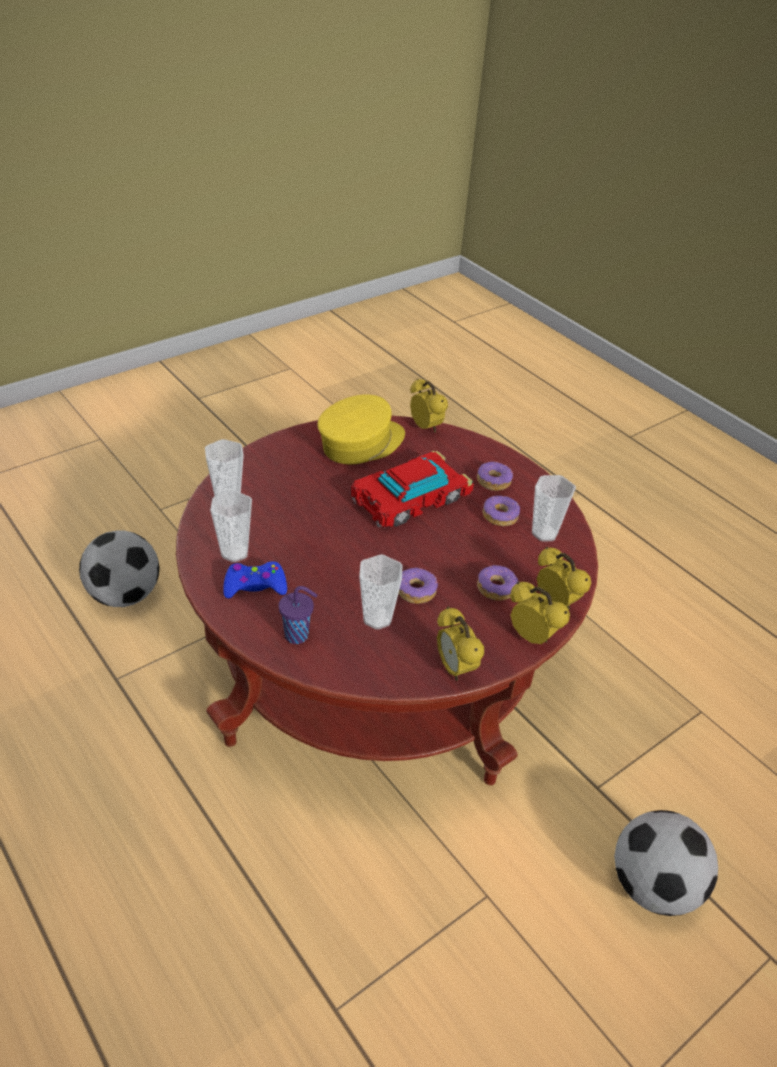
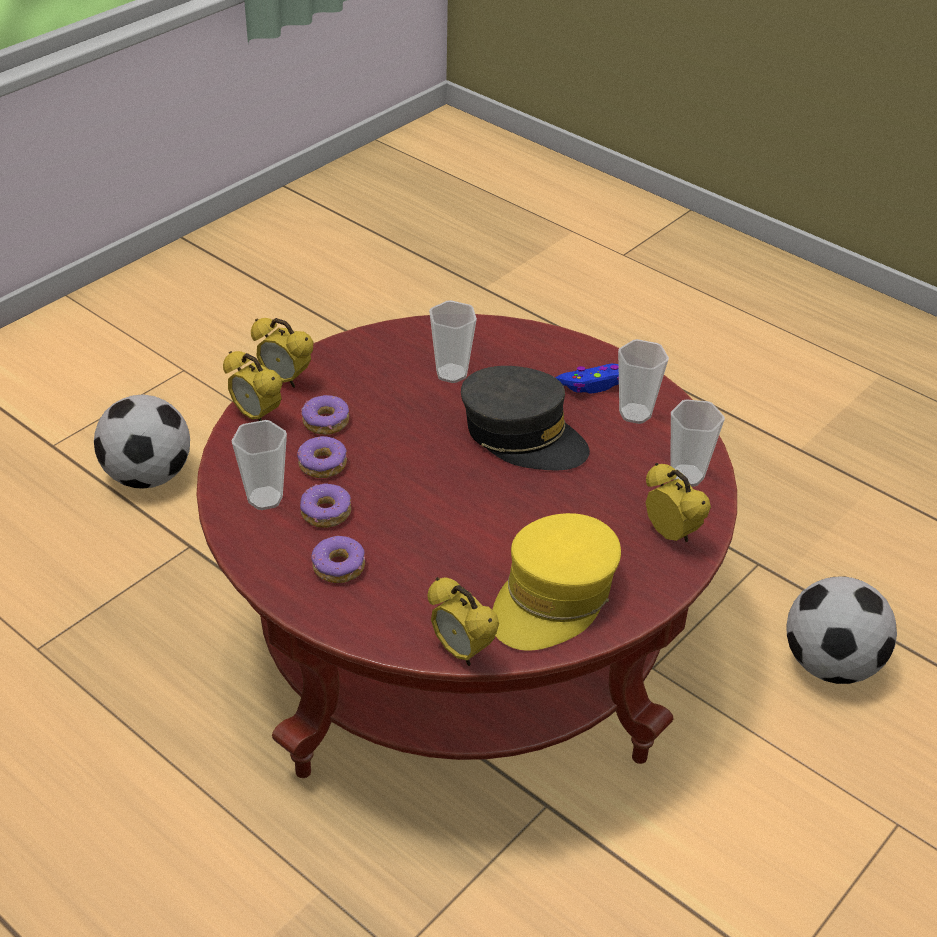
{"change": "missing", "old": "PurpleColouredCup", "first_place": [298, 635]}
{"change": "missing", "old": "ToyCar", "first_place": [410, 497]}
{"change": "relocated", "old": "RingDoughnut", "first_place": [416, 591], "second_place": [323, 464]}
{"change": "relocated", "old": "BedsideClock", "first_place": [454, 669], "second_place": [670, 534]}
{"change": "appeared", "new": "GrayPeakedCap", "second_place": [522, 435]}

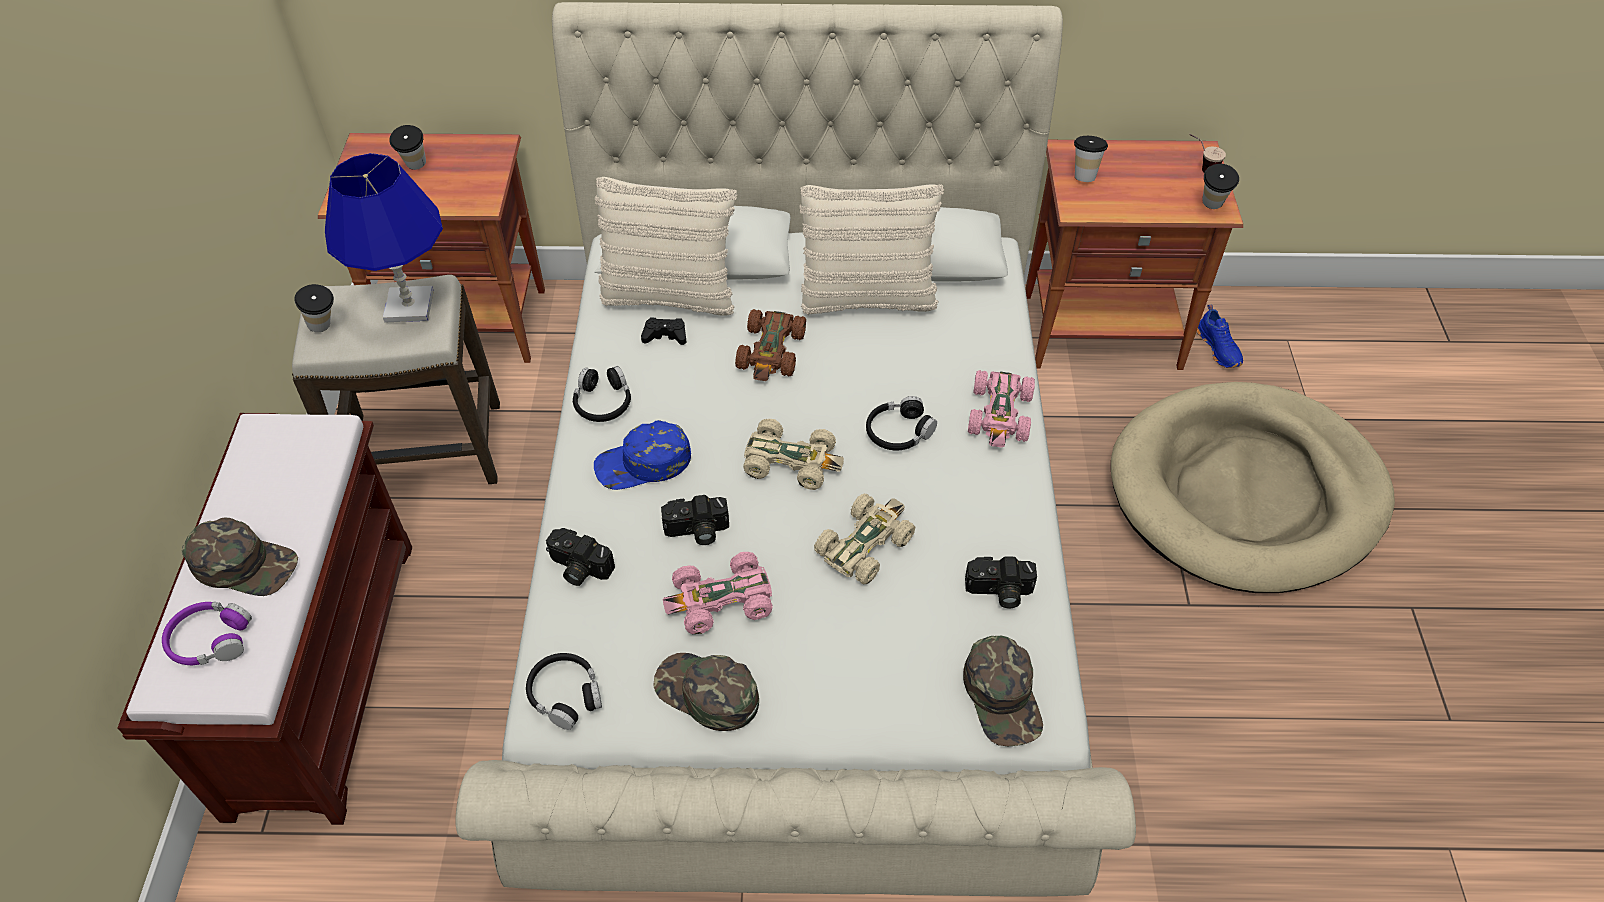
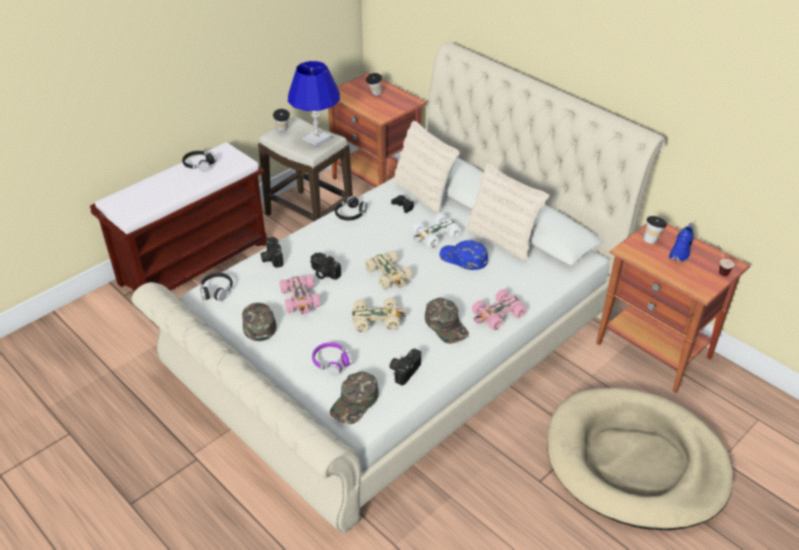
{"change": "relocated", "old": "PurpleColouredPairOfHeadphones", "first_place": [210, 640], "second_place": [331, 362]}
{"change": "relocated", "old": "GreenishPeakedCap", "first_place": [245, 564], "second_place": [446, 325]}
{"change": "relocated", "old": "BluePeakedCap", "first_place": [643, 464], "second_place": [463, 258]}
{"change": "spun", "old": "PinkishToyCar", "first_place": [720, 601], "second_place": [300, 299], "degrees": -135}
{"change": "colour", "old": "BrownishToyCar", "new": "WhiteToyCar", "first_place": [771, 352], "second_place": [435, 235]}
{"change": "relocated", "old": "BlackishPairOfHeadphones", "first_place": [899, 432], "second_place": [199, 164]}
{"change": "spun", "old": "PhotoCamera", "first_place": [999, 592], "second_place": [404, 370], "degrees": 75}
{"change": "relocated", "old": "BlueLowShoe", "first_place": [1219, 348], "second_place": [681, 252]}
{"change": "missing", "old": "Cup", "first_place": [1211, 207]}

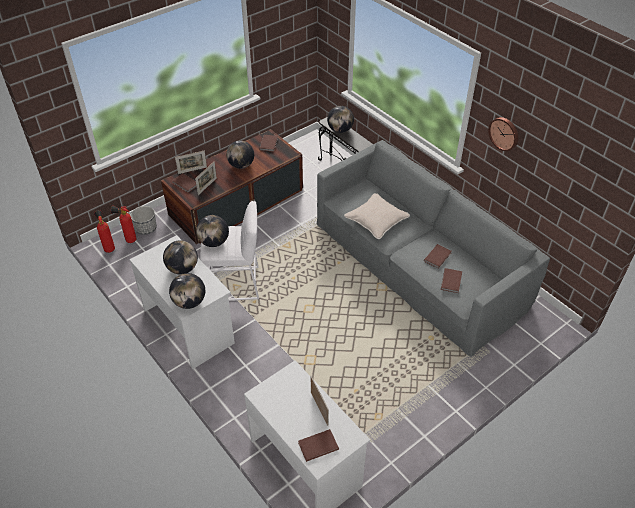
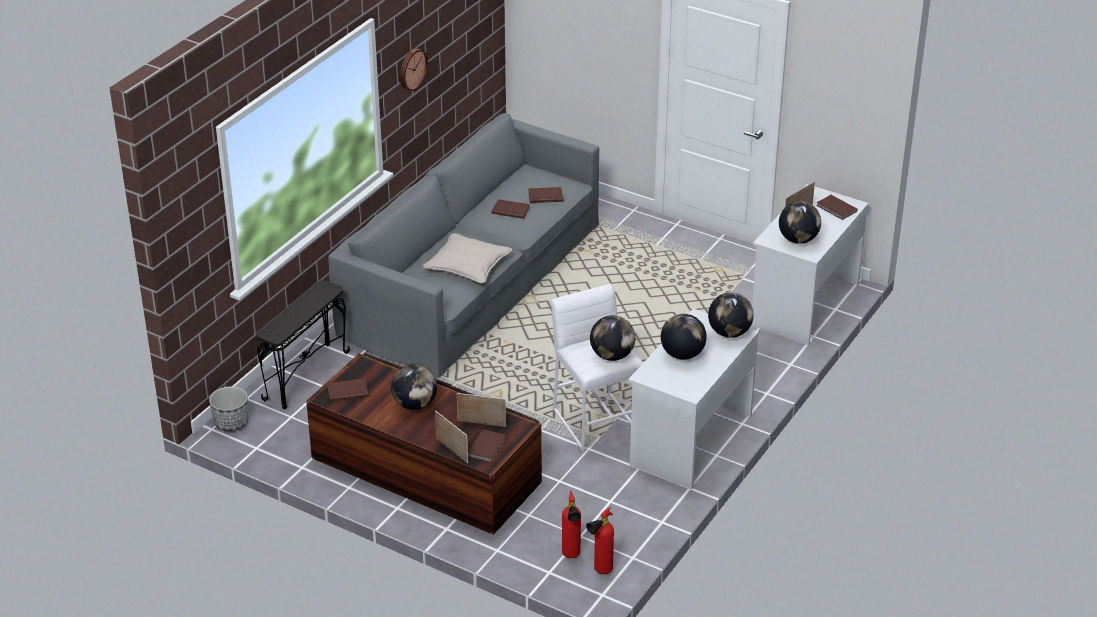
{"change": "relocated", "old": "FlowerPot", "first_place": [146, 228], "second_place": [231, 422]}
{"change": "relocated", "old": "WorldGlobe", "first_place": [340, 130], "second_place": [798, 239]}

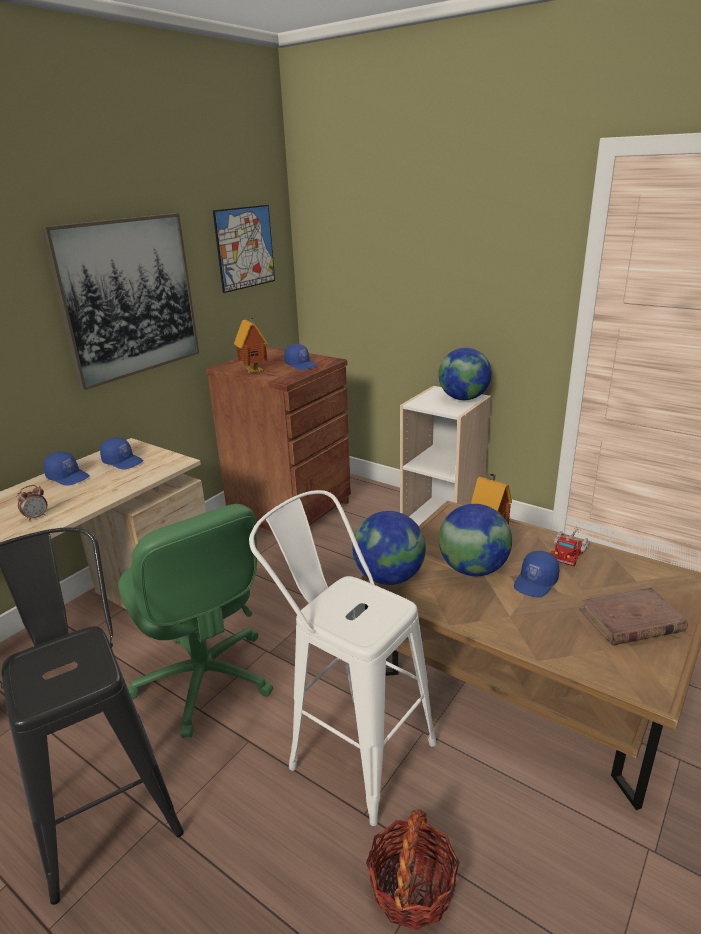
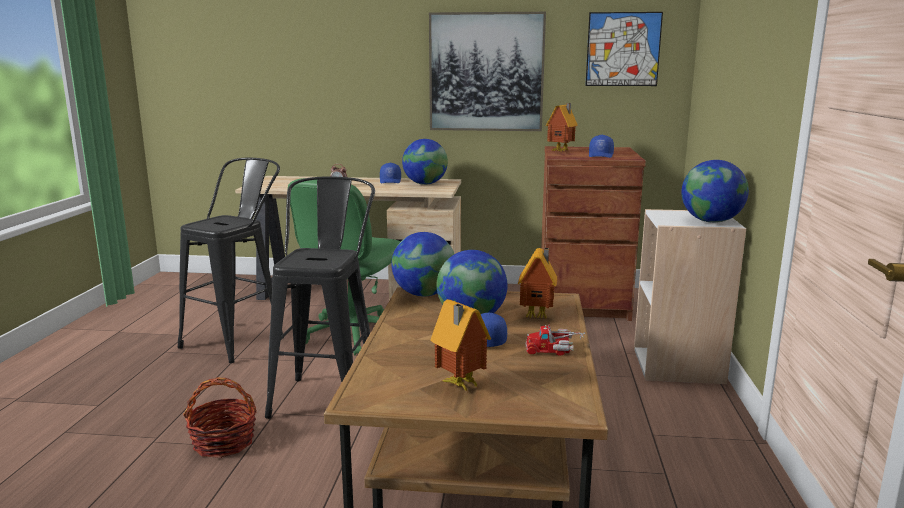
{"change": "exchanged", "old": "BluePeakedCap", "new": "WorldGlobe", "first_place": [123, 461], "second_place": [425, 184]}
{"change": "colour", "old": "WhiteStool", "new": "BlackishStool", "first_place": [351, 747], "second_place": [329, 394]}
{"change": "exchanged", "old": "BrownishBook", "new": "MiniatureHouse", "first_place": [631, 621], "second_place": [459, 385]}

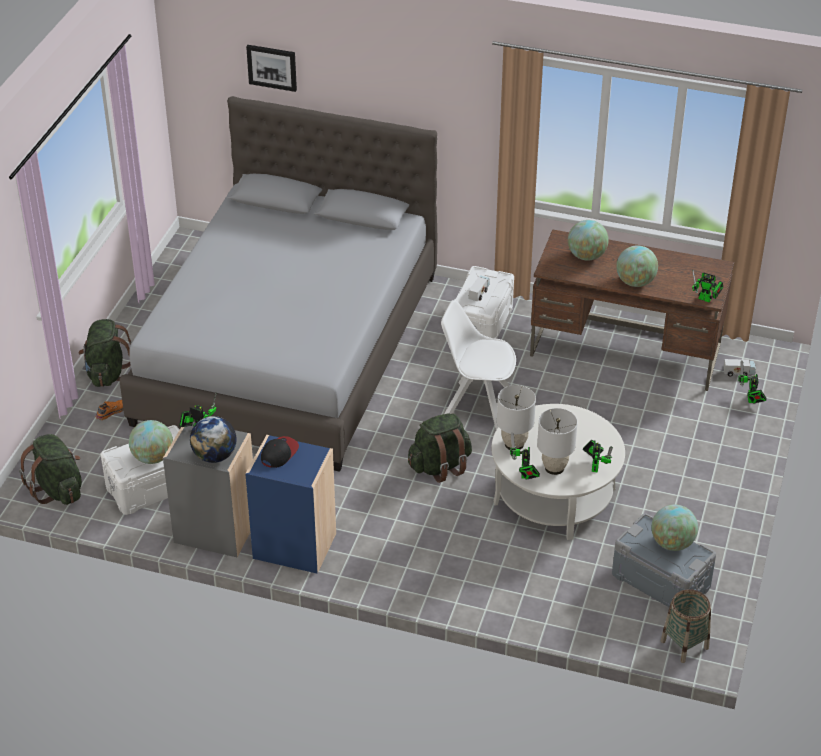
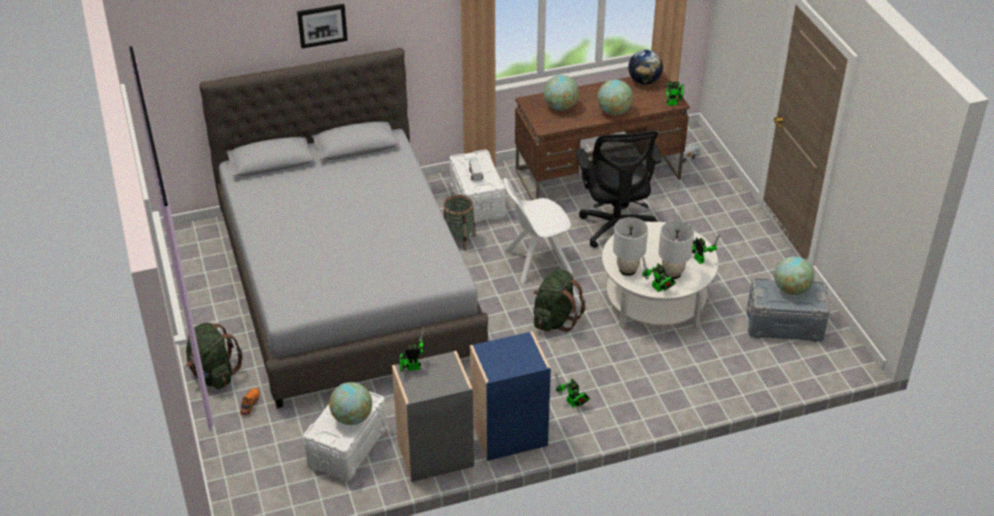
{"change": "missing", "old": "GreenishKnapsack", "first_place": [58, 490]}
{"change": "relocated", "old": "WorldGlobe", "first_place": [215, 456], "second_place": [644, 81]}
{"change": "relocated", "old": "WallPicture", "first_place": [272, 67], "second_place": [322, 25]}
{"change": "missing", "old": "PeakedCap", "first_place": [279, 453]}
{"change": "relocated", "old": "Basket", "first_place": [684, 644], "second_place": [459, 239]}
{"change": "relocated", "old": "ToyRobot", "first_place": [750, 400], "second_place": [573, 404]}
{"change": "appeared", "new": "BlackishOfficeChair", "second_place": [614, 225]}

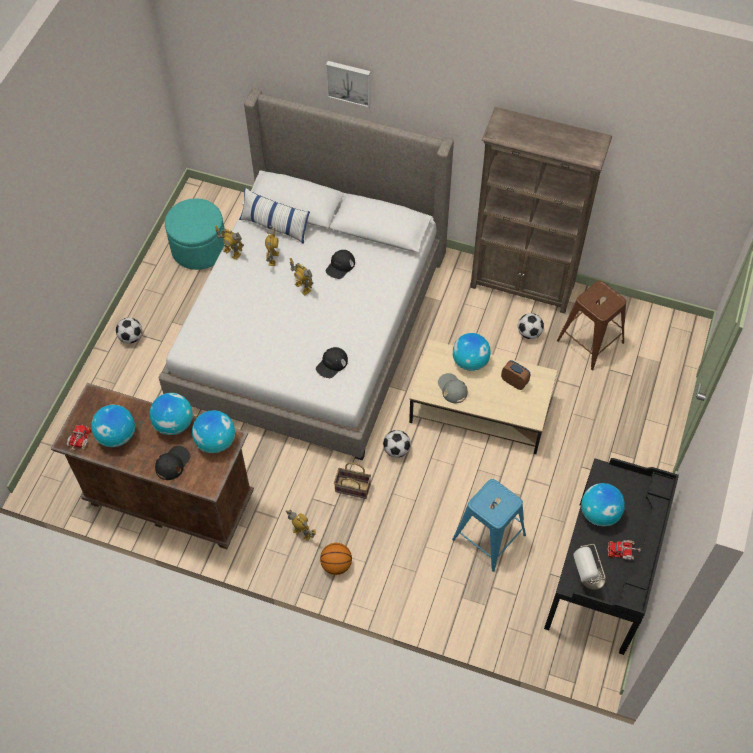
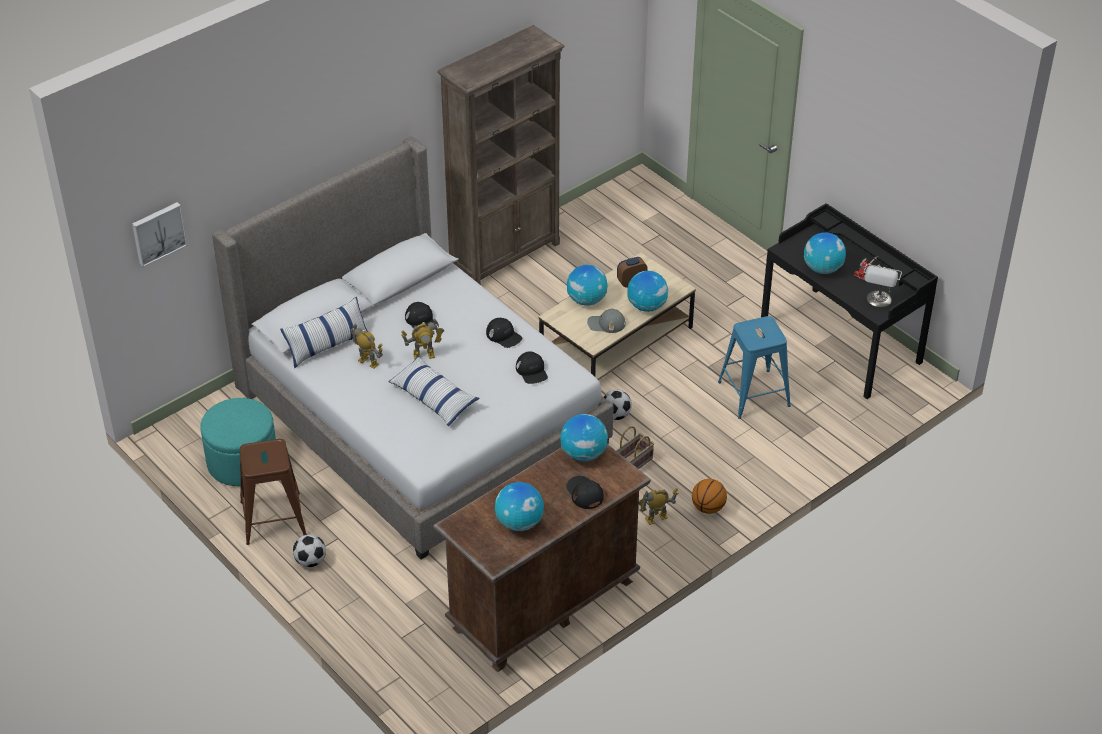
{"change": "missing", "old": "ModelTruck", "first_place": [79, 441]}
{"change": "relocated", "old": "WorldGlobe", "first_place": [174, 424], "second_place": [646, 306]}
{"change": "missing", "old": "ToyRobot", "first_place": [232, 253]}
{"change": "relocated", "old": "WallPicture", "first_place": [349, 82], "second_place": [158, 233]}
{"change": "missing", "old": "FootballBall", "first_place": [529, 333]}
{"change": "relocated", "old": "BrownishStool", "first_place": [590, 342], "second_place": [273, 518]}
{"change": "appeared", "new": "Pillow", "second_place": [433, 398]}
{"change": "appeared", "new": "BlackishPeakedCap", "second_place": [504, 336]}

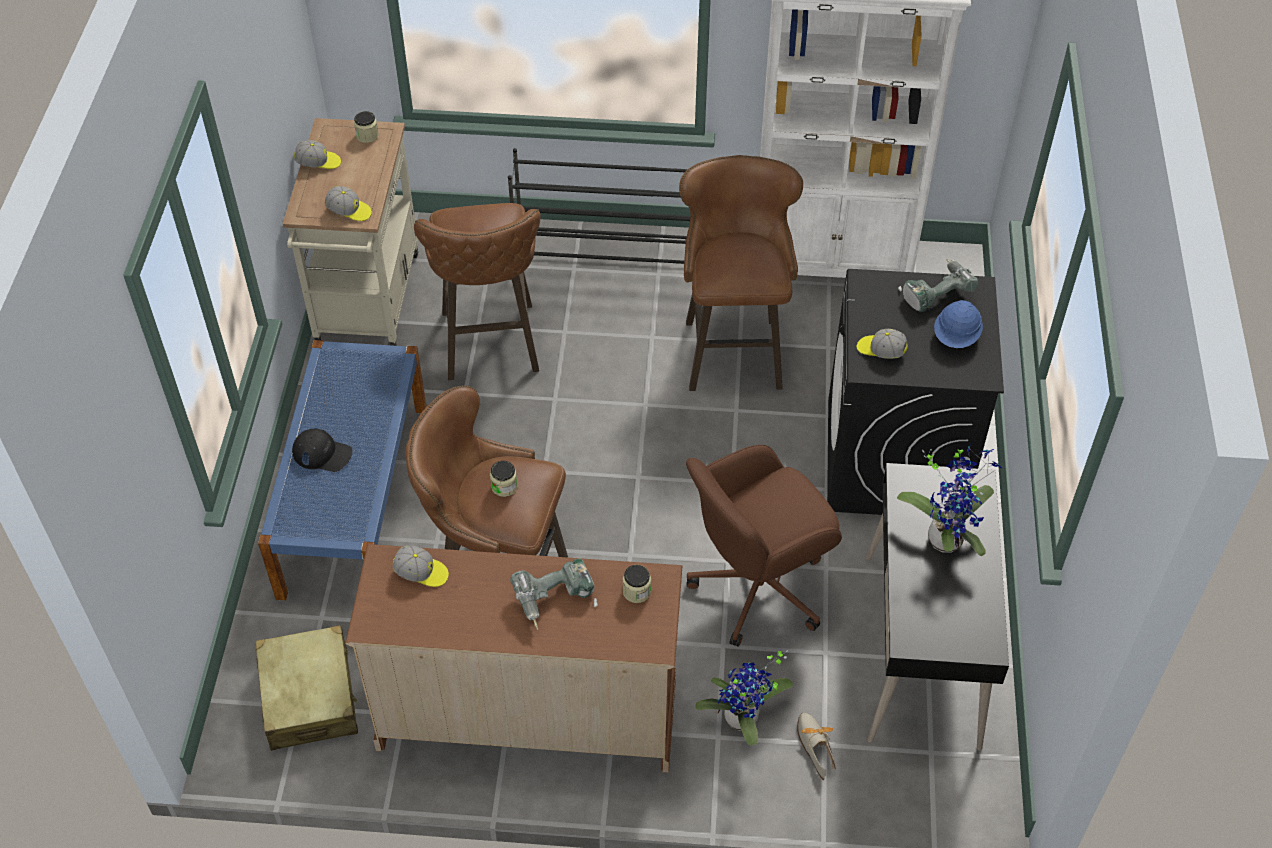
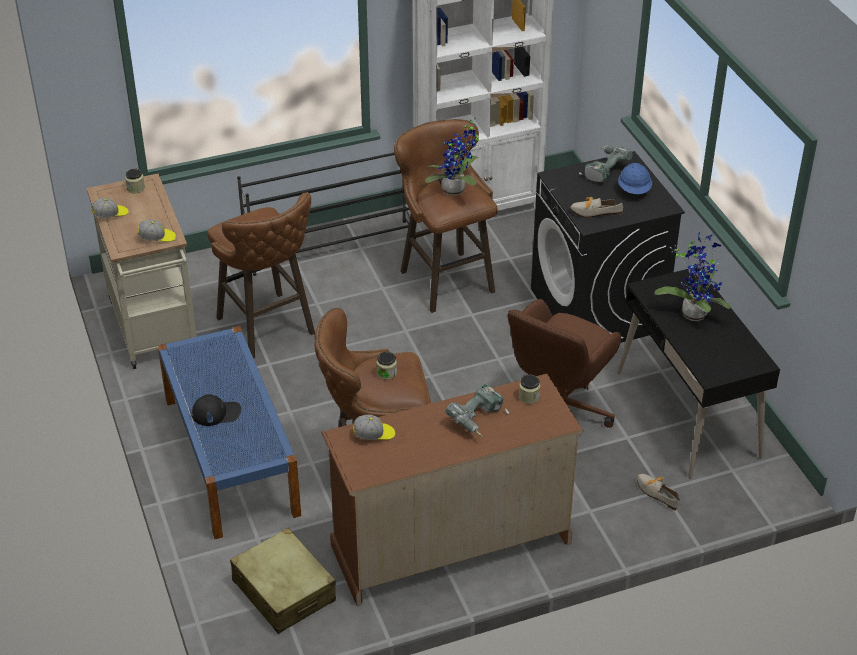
{"change": "relocated", "old": "PlantInAPot", "first_place": [743, 721], "second_place": [456, 191]}
{"change": "exchanged", "old": "PeakedCap", "new": "LowShoe", "first_place": [881, 351], "second_place": [592, 212]}

